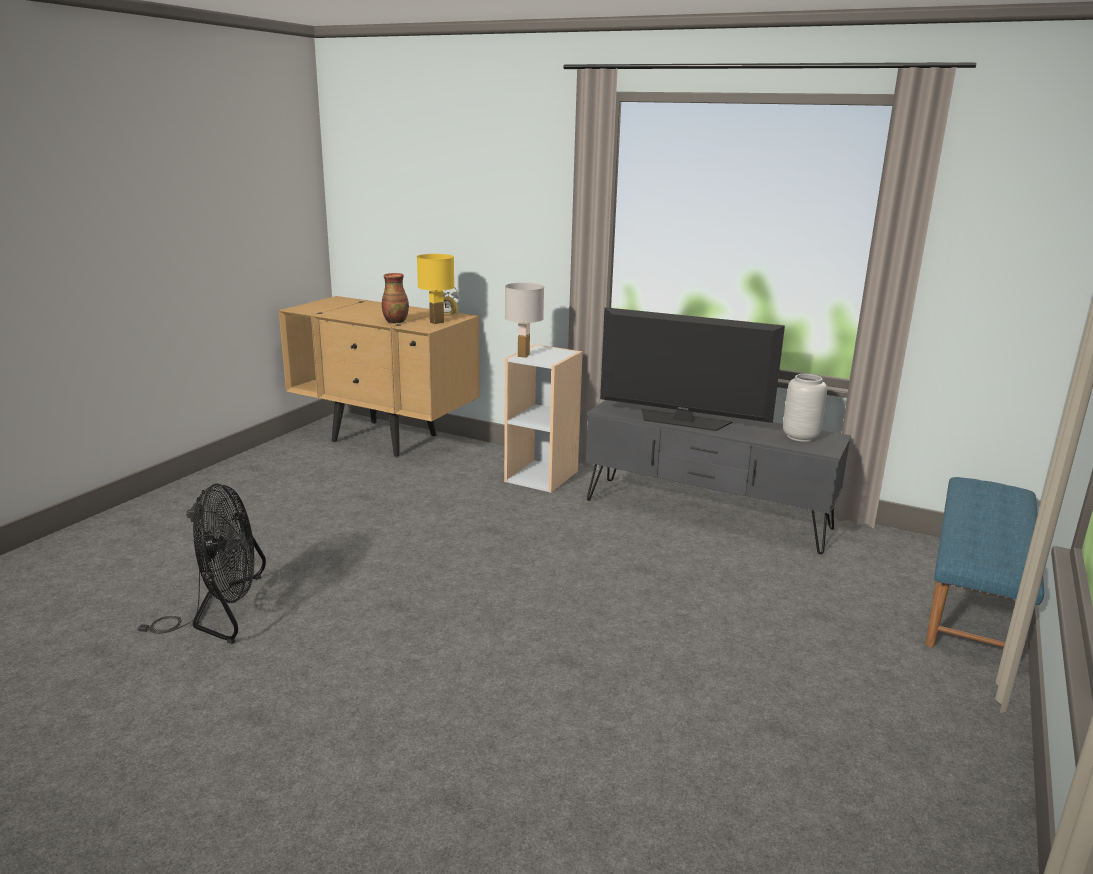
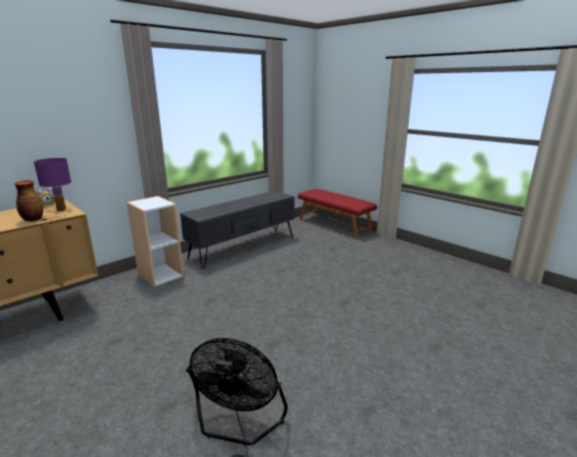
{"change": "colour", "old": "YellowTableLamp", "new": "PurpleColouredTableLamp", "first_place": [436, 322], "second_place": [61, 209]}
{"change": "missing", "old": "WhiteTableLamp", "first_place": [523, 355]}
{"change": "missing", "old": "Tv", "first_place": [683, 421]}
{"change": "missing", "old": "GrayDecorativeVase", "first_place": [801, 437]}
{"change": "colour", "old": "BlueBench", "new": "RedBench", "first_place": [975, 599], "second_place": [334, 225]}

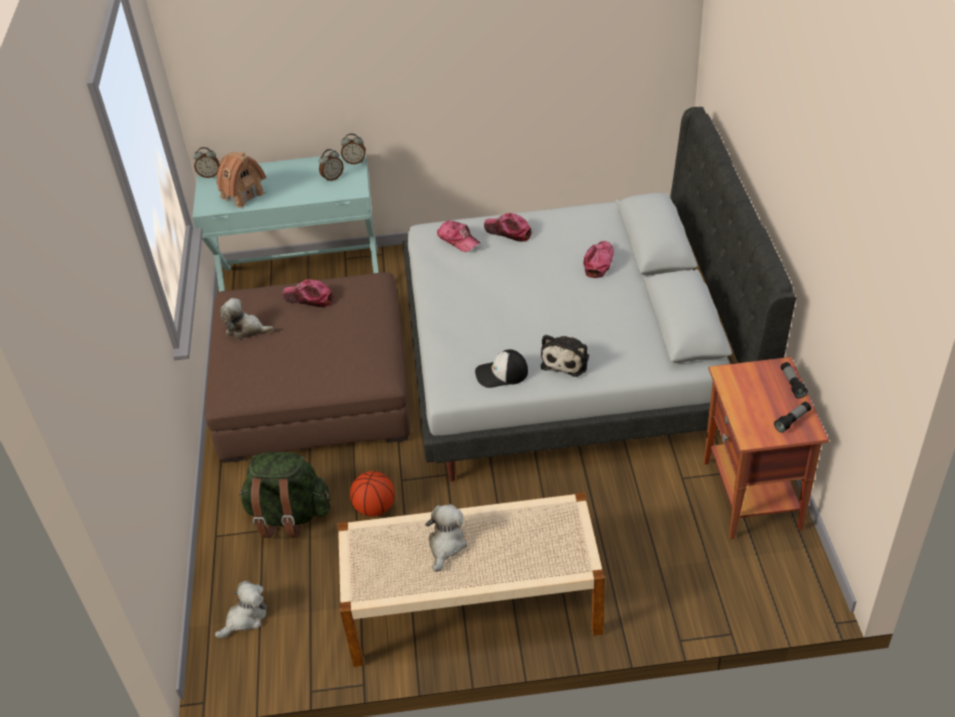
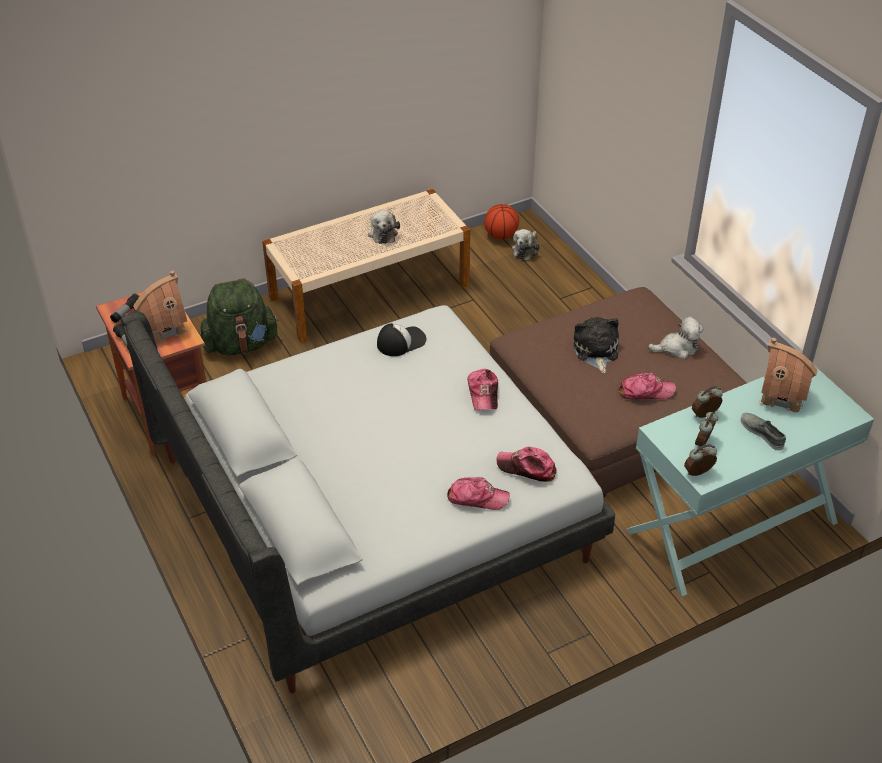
{"change": "relocated", "old": "BedsideClock", "first_place": [209, 175], "second_place": [705, 415]}
{"change": "relocated", "old": "GreenishKnapsack", "first_place": [289, 515], "second_place": [241, 344]}
{"change": "relocated", "old": "BasketballBall", "first_place": [375, 508], "second_place": [501, 236]}
{"change": "relocated", "old": "PlushToy", "first_place": [566, 360], "second_place": [595, 351]}
{"change": "relocated", "old": "PeakedCap", "first_place": [599, 262], "second_place": [483, 393]}
{"change": "appeared", "new": "MiniatureHouse", "second_place": [163, 328]}
{"change": "appeared", "new": "GrayLowShoe", "second_place": [762, 433]}

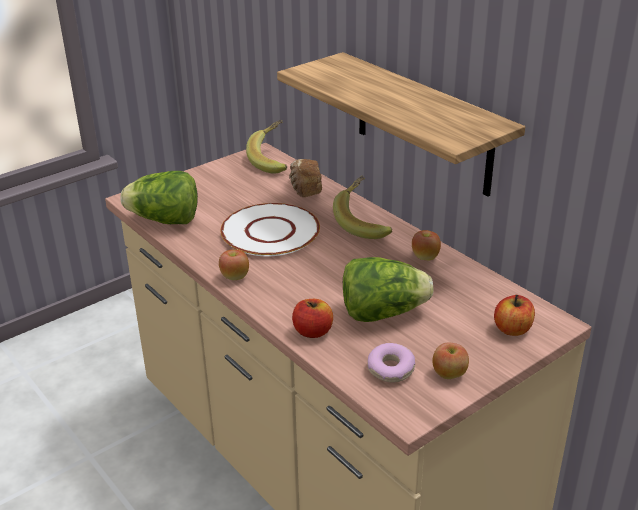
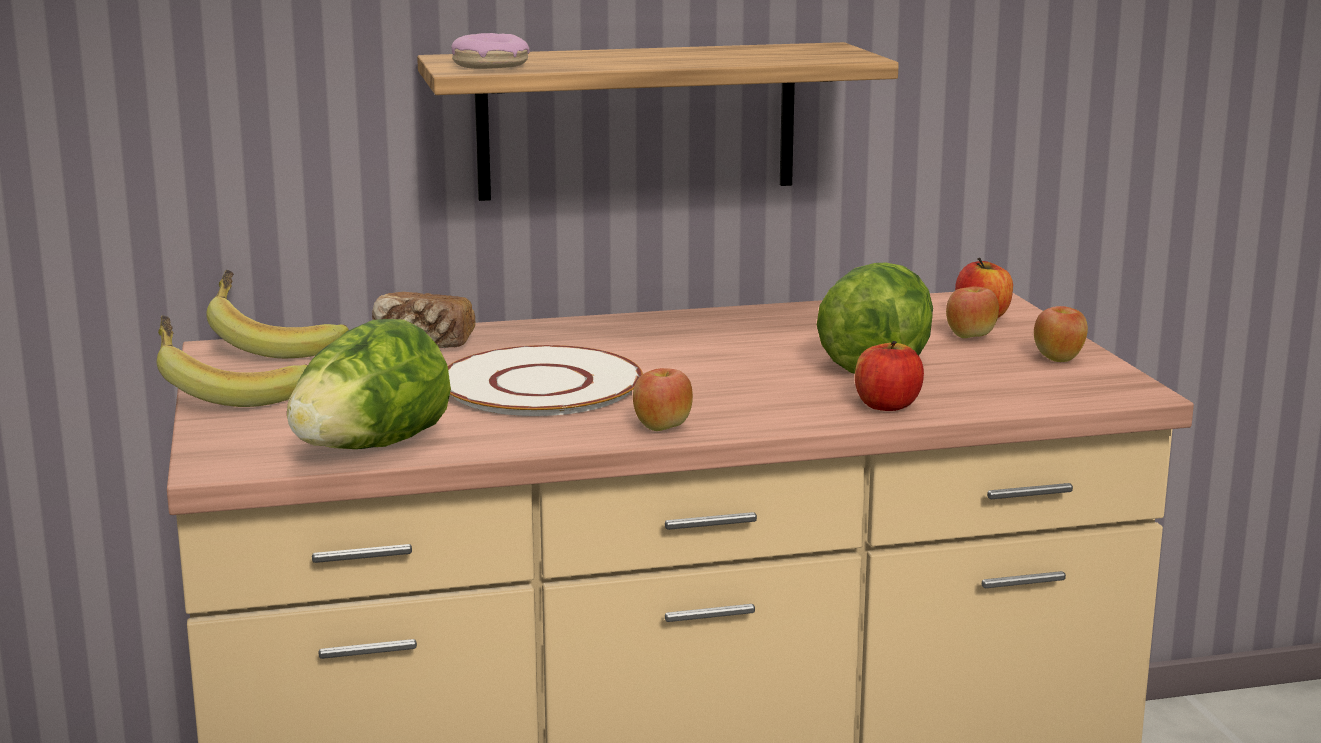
{"change": "relocated", "old": "WholeBanana", "first_place": [365, 222], "second_place": [229, 393]}
{"change": "relocated", "old": "RingDoughnut", "first_place": [390, 369], "second_place": [490, 65]}
{"change": "relocated", "old": "WholeApple", "first_place": [425, 257], "second_place": [970, 336]}

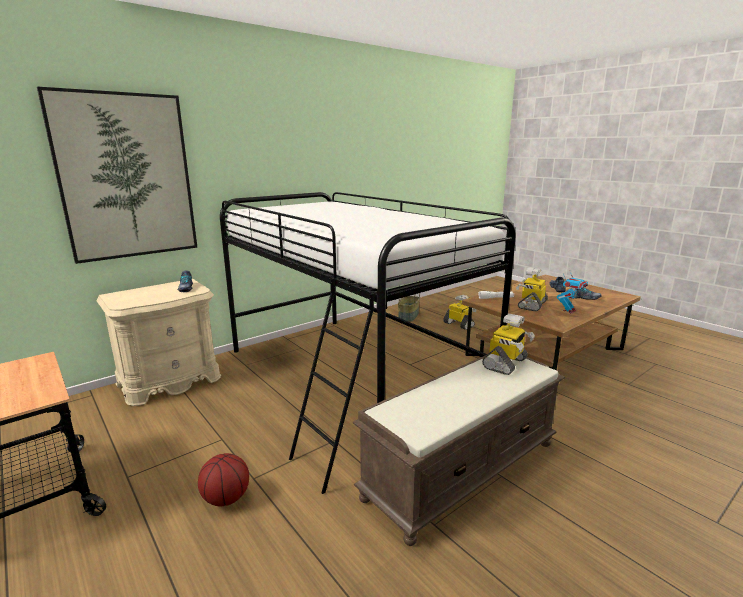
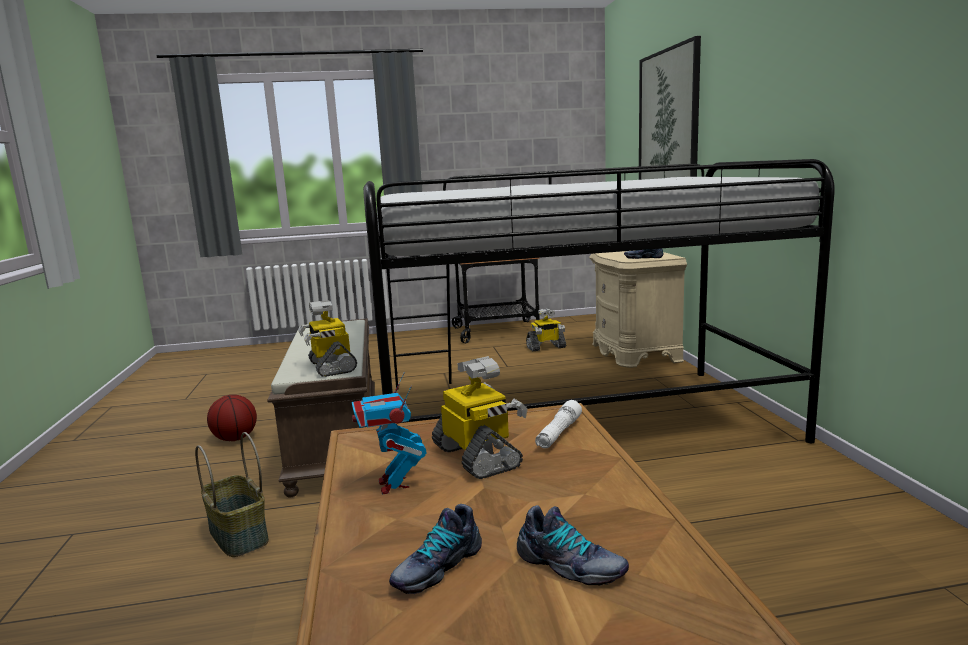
{"change": "relocated", "old": "BasketballBall", "first_place": [225, 498], "second_place": [235, 438]}
{"change": "relocated", "old": "Basket", "first_place": [409, 316], "second_place": [237, 535]}
{"change": "relocated", "old": "ToyRobot", "first_place": [459, 324], "second_place": [546, 347]}

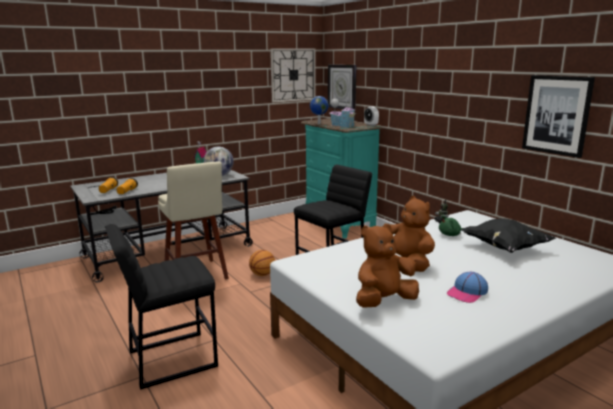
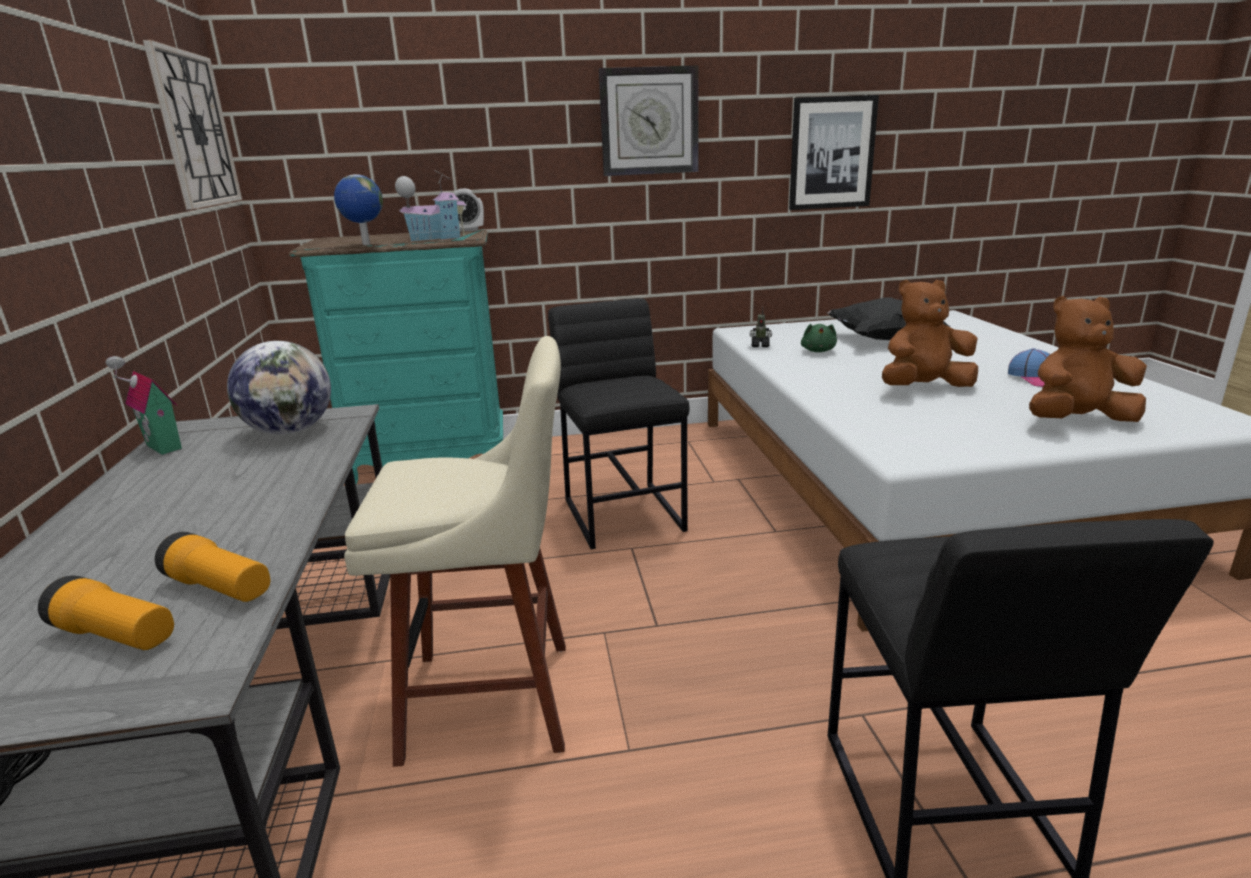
{"change": "missing", "old": "BasketballBall", "first_place": [262, 275]}
{"change": "relocated", "old": "ClockOnTheWall", "first_place": [342, 86], "second_place": [649, 121]}
{"change": "spun", "old": "BrownishPlushToy", "first_place": [384, 301], "second_place": [1077, 421], "degrees": 90}

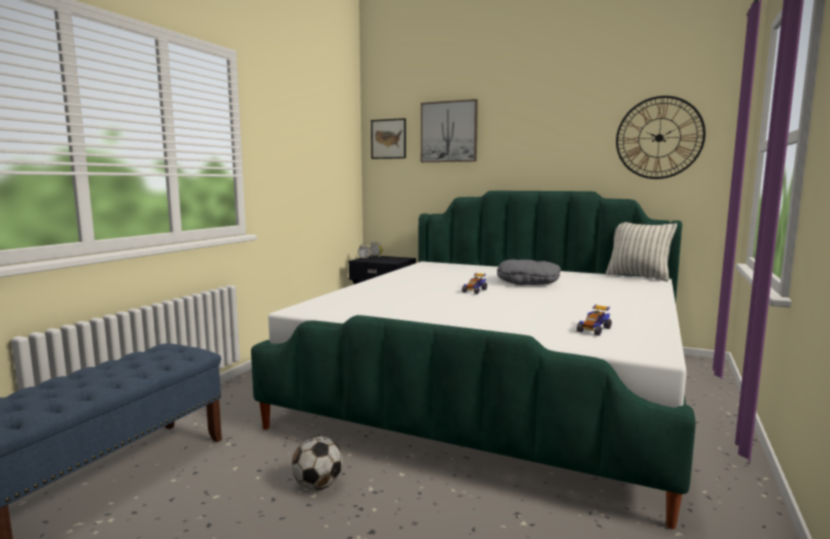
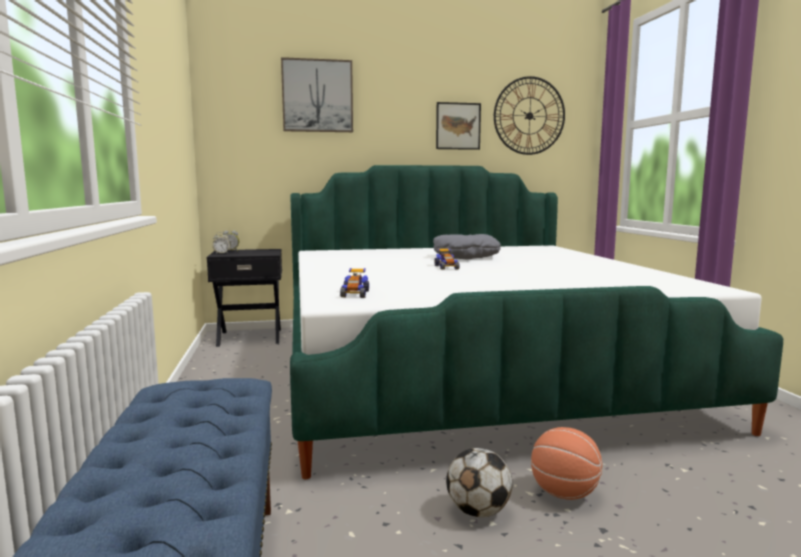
{"change": "relocated", "old": "WallPicture", "first_place": [388, 139], "second_place": [458, 126]}
{"change": "relocated", "old": "ToyCar", "first_place": [594, 330], "second_place": [354, 294]}
{"change": "missing", "old": "Pillow", "first_place": [638, 277]}
{"change": "appeared", "new": "BasketballBall", "second_place": [564, 493]}

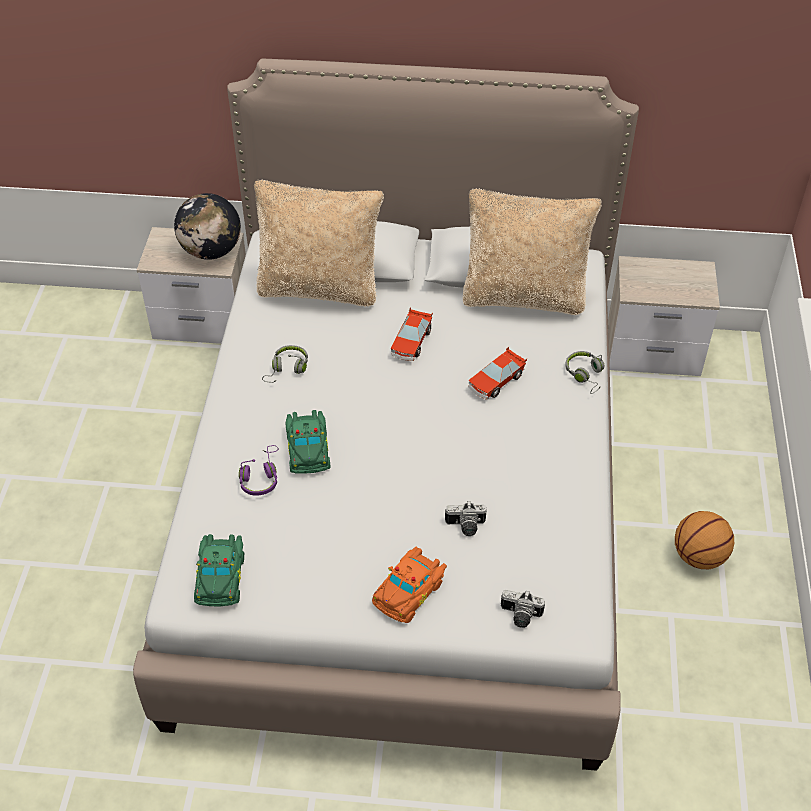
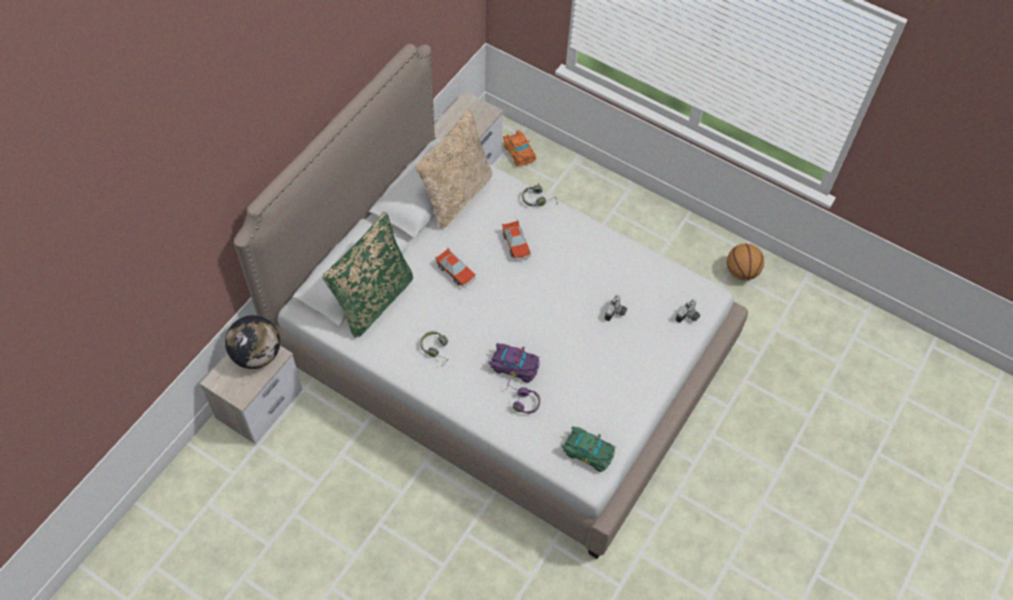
{"change": "colour", "old": "SandColouredPillow", "new": "GreenishPillow", "first_place": [320, 291], "second_place": [375, 301]}
{"change": "colour", "old": "GreenishToyCar", "new": "PurpleColouredToyCar", "first_place": [309, 448], "second_place": [513, 365]}
{"change": "relocated", "old": "OrangeToyCar", "first_place": [410, 591], "second_place": [519, 151]}
{"change": "relocated", "old": "BasketballBall", "first_place": [699, 557], "second_place": [741, 272]}

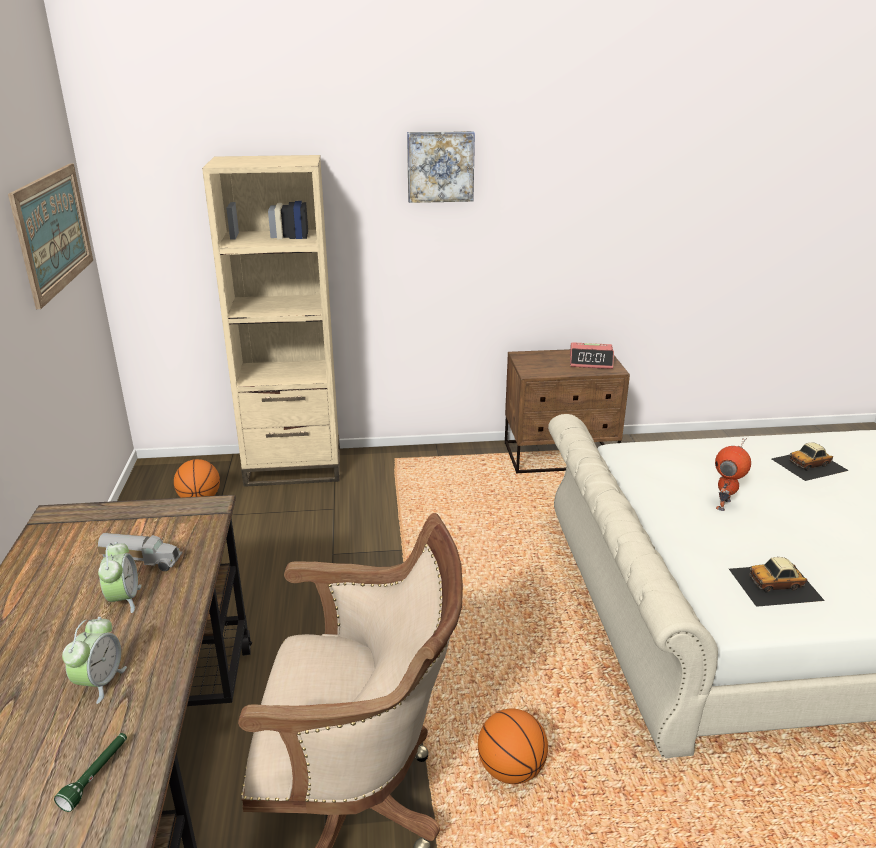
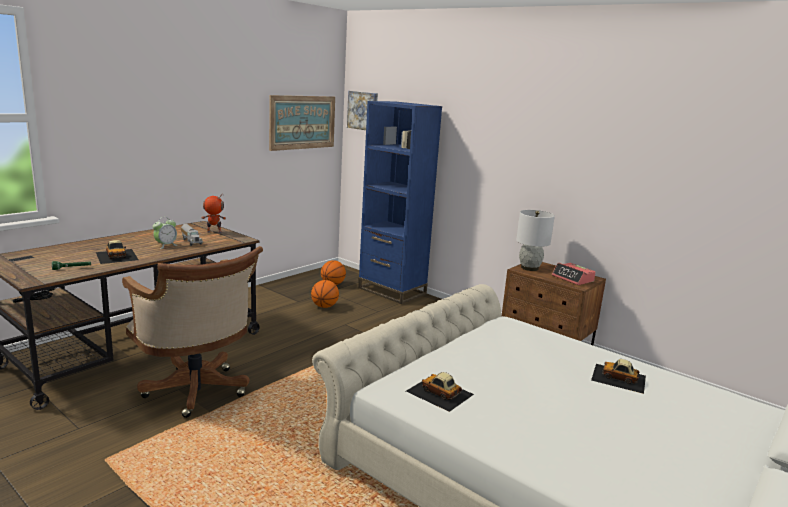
{"change": "exchanged", "old": "BedsideClock", "new": "ToyCar", "first_place": [100, 682], "second_place": [117, 256]}
{"change": "colour", "old": "SandColouredBookshelf", "new": "BlueBookshelf", "first_place": [293, 467], "second_place": [392, 291]}
{"change": "relocated", "old": "WallPicture", "first_place": [440, 166], "second_place": [363, 110]}
{"change": "relocated", "old": "BasketballBall", "first_place": [511, 769], "second_place": [324, 306]}
{"change": "relocated", "old": "ToyRobot", "first_place": [725, 505], "second_place": [214, 232]}
{"change": "appeared", "new": "WhiteTableLamp", "second_place": [529, 268]}

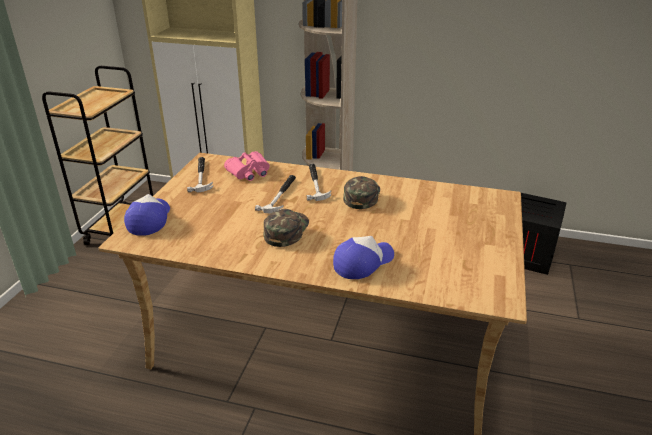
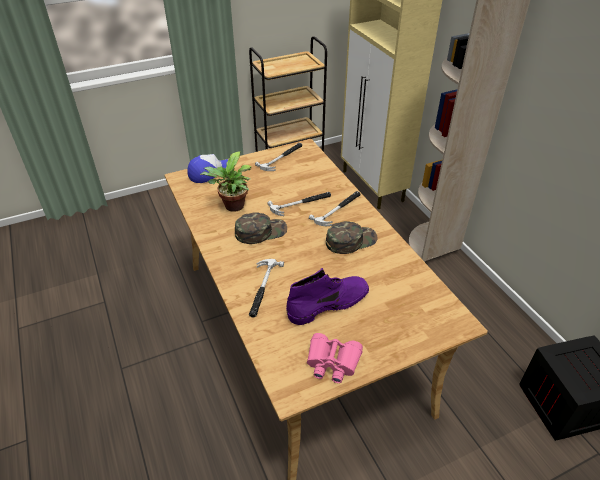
{"change": "relocated", "old": "PinkishFieldGlasses", "first_place": [249, 172], "second_place": [332, 362]}
{"change": "exchanged", "old": "PeakedCap", "new": "ToolHammer", "first_place": [363, 262], "second_place": [262, 288]}
{"change": "appeared", "new": "PlantInAPot", "second_place": [232, 207]}
{"change": "appeared", "new": "PurpleColouredHighTopBoot", "second_place": [329, 303]}

